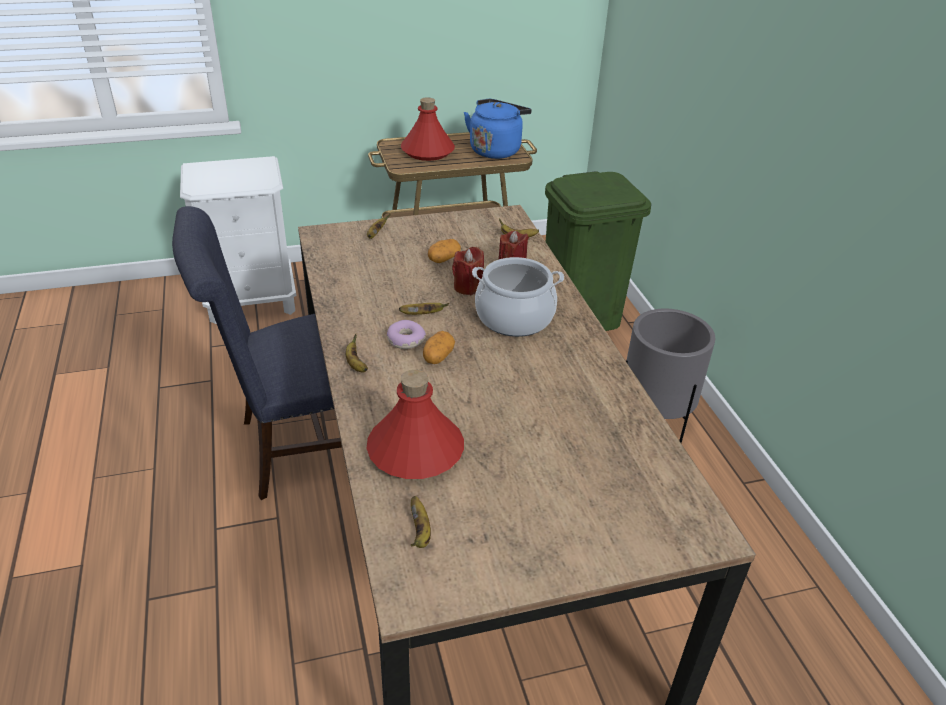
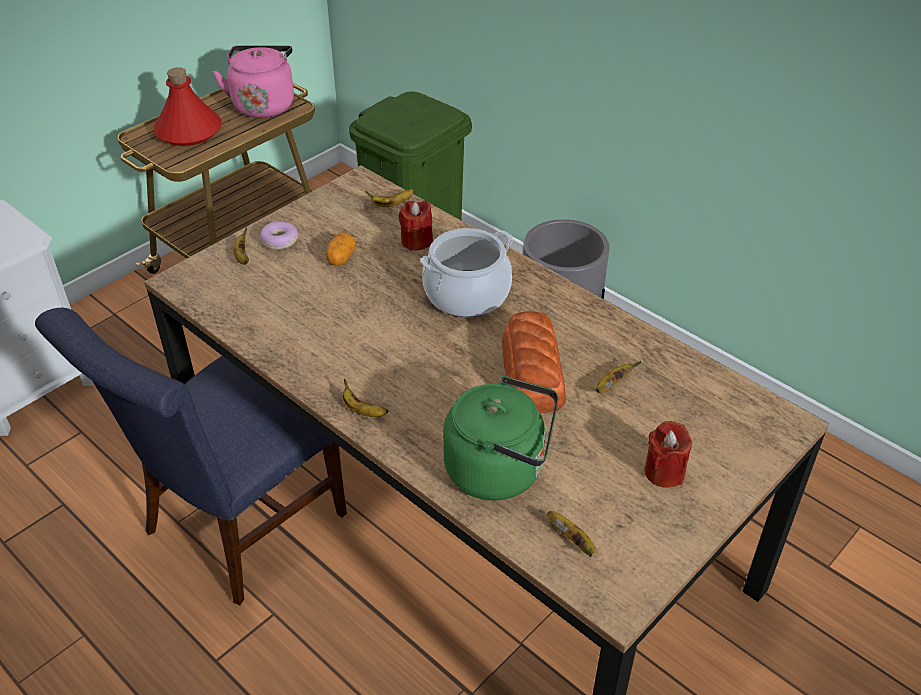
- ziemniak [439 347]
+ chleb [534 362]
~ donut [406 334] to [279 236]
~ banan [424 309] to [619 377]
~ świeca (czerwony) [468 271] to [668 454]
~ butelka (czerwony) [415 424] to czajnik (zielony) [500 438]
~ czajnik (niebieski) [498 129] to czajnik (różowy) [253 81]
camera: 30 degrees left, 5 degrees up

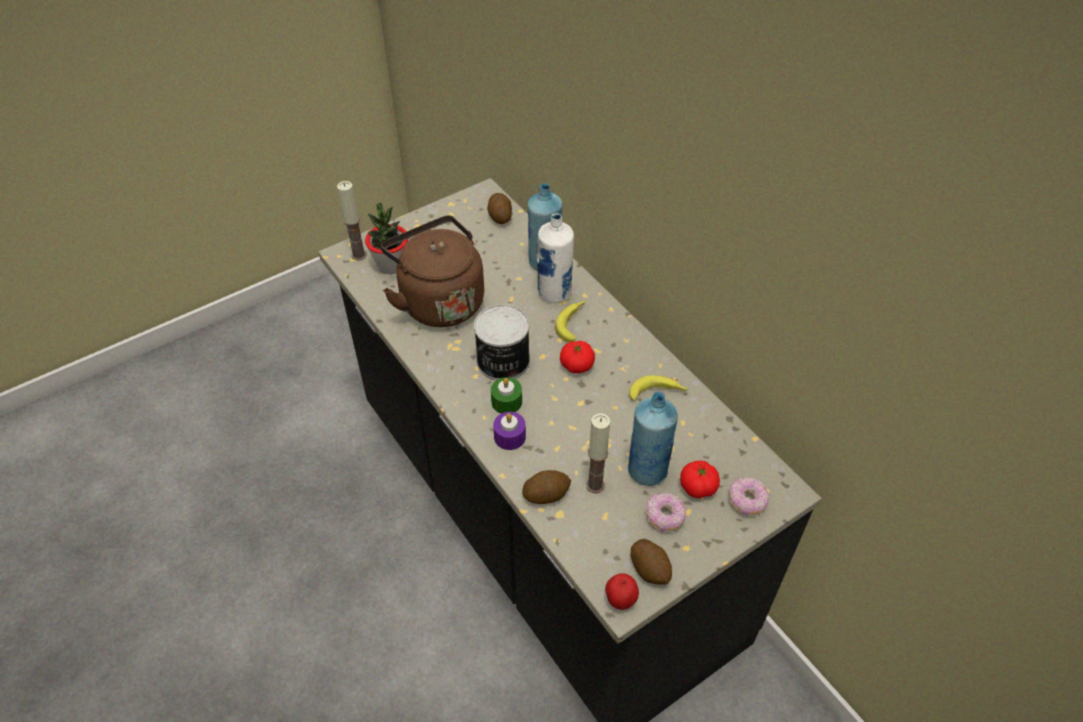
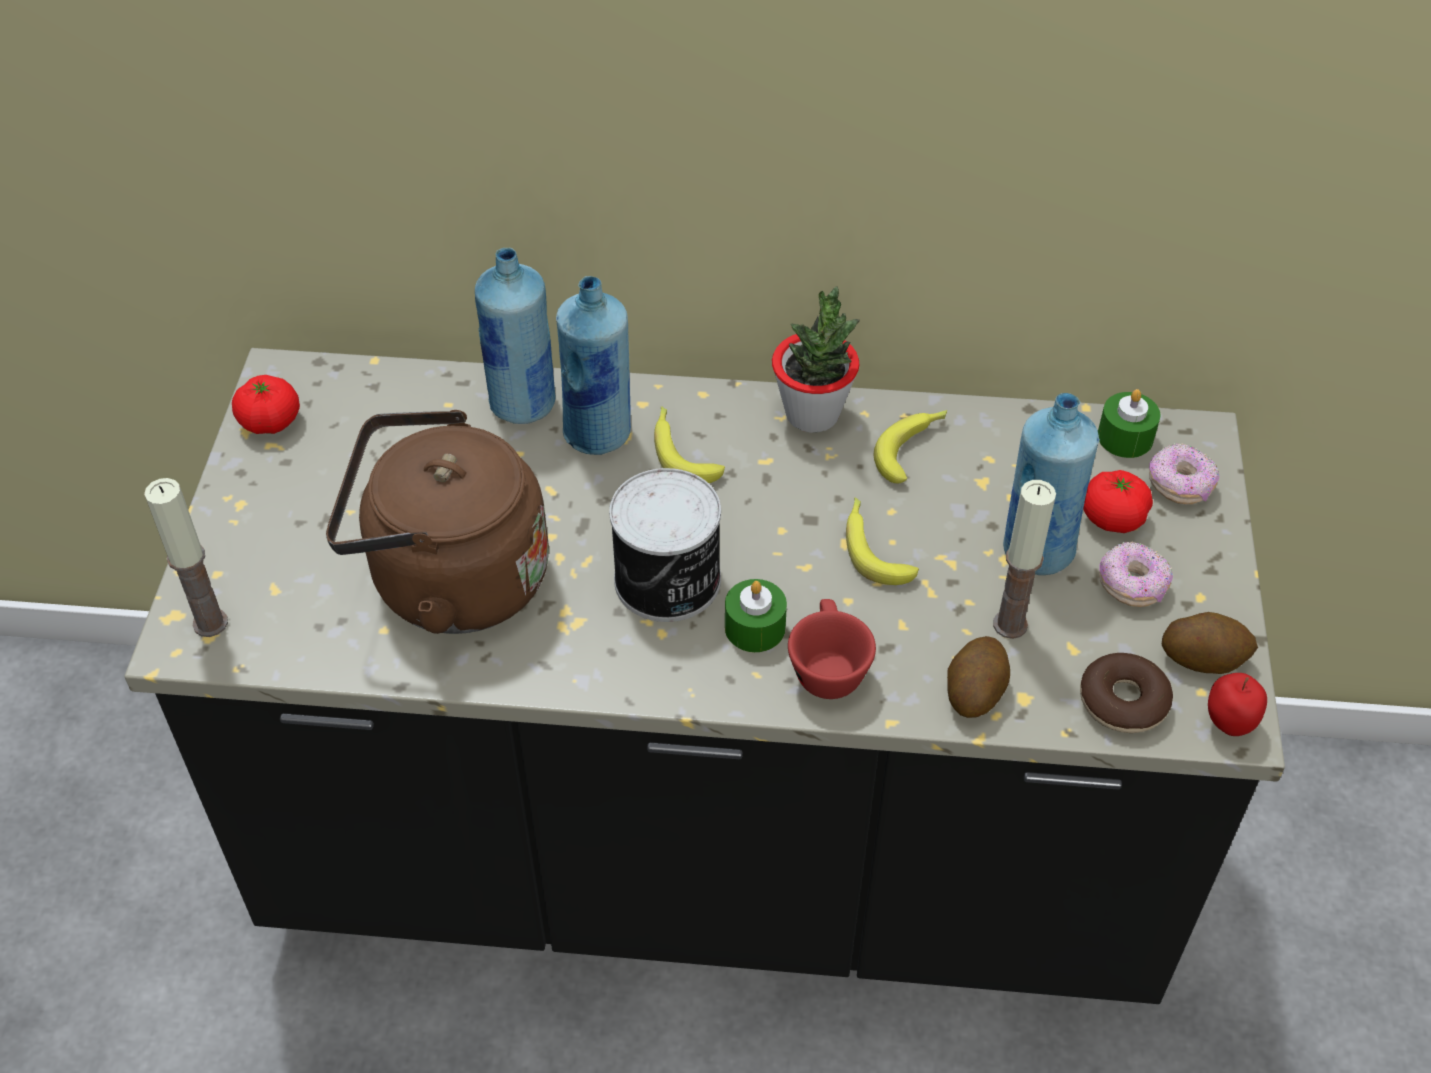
- ziemniak [499 208]
+ banan [882 541]
+ donut [1126 693]
+ świeca (zielony) [1129 423]
~ roślina doniczkowa [386 238] to [816 359]
~ pomidor [577 357] to [266 404]
~ świeca (fioletowy) [509 431] to filiżanka (czerwony) [832 649]
~ butelka (biały) [555 258] to butelka (niebieski) [593 365]
camera: 50 degrees left, 0 degrees up

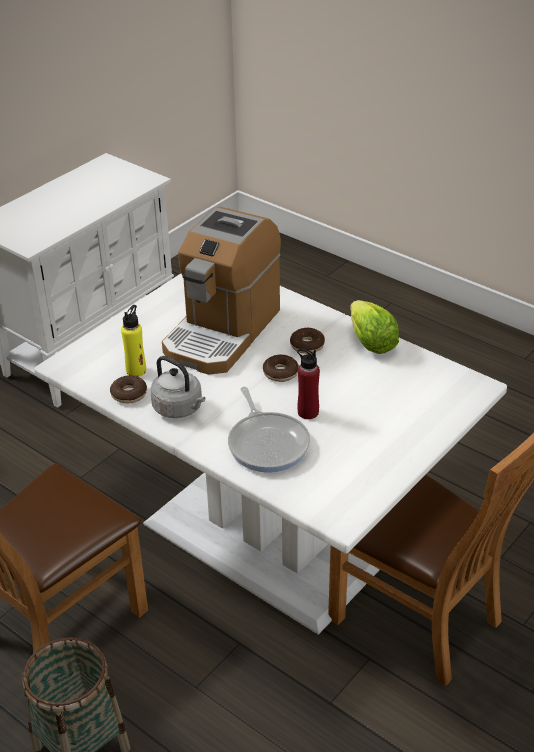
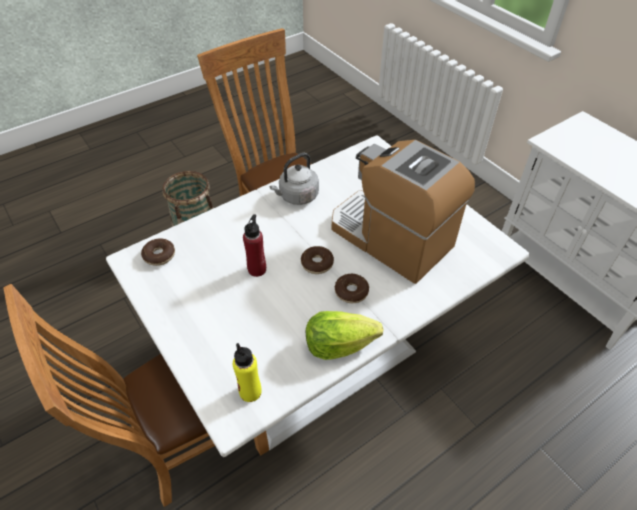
- patelnia [269 430]
~ donut [128 389] to [158 252]
~ butelka (żółty) [133 341] to [247 372]
camera: 105 degrees right, 10 degrees up

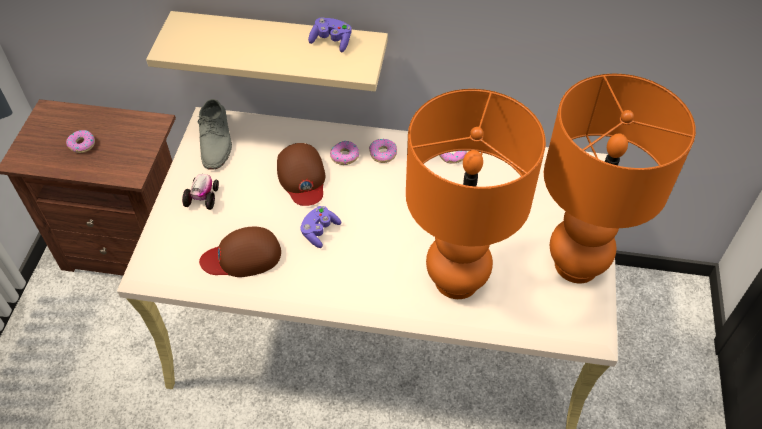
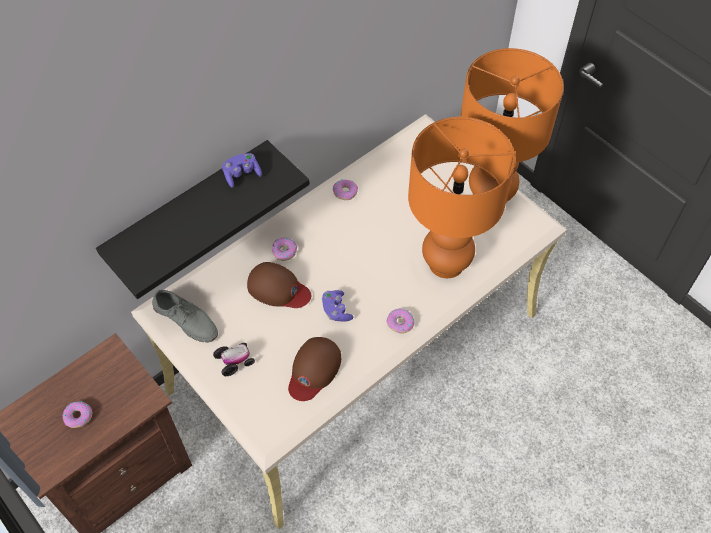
~ donut [383 151] to [400 321]
~ półka (beżowy) [267 51] to półka (czarny) [203 219]
~ samochodzik [200 192] = [234 359] 105 degrees clockwise
camera: 50 degrees left, 5 degrees up

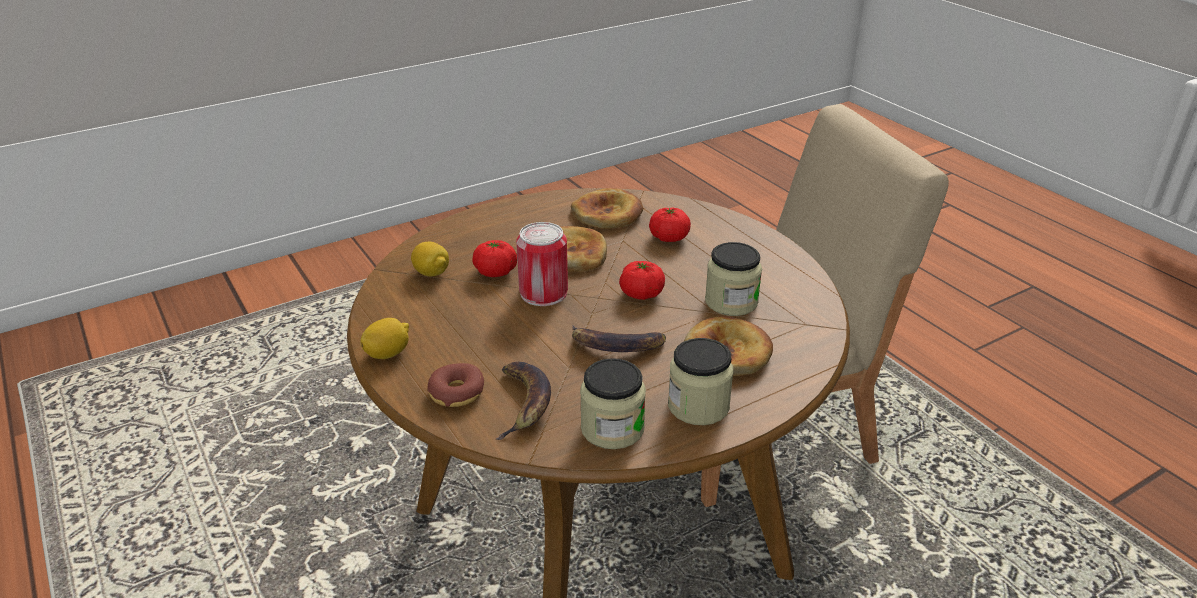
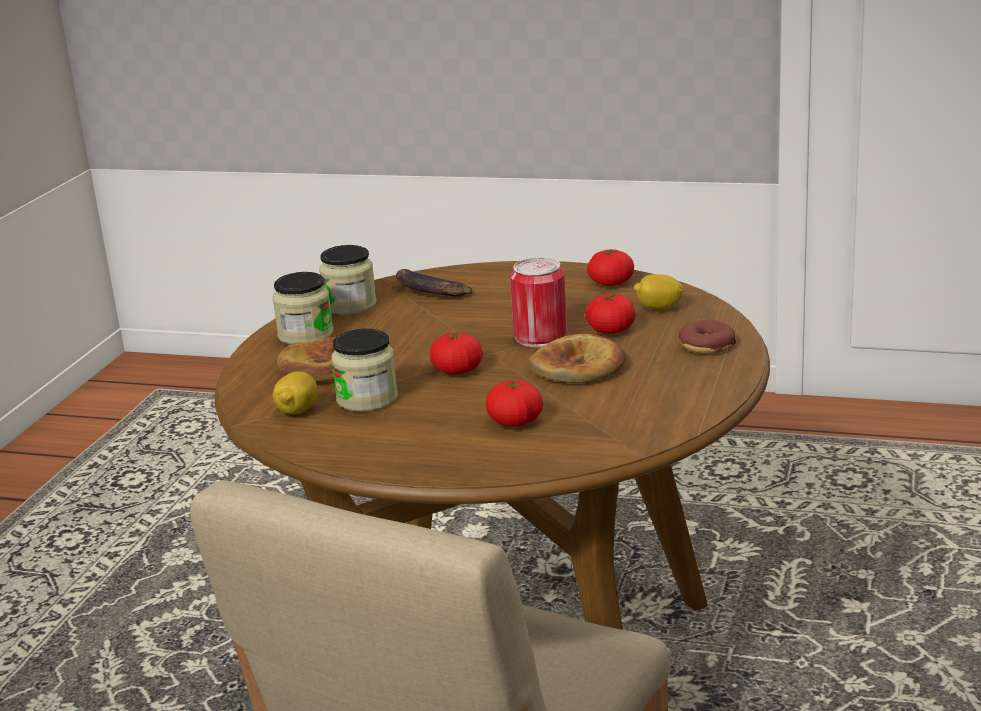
- chleb [607 208]
- banan [619 338]
+ pomidor [610 267]
~ cytryna [384 338] to [295 392]
~ donut [455 385] to [707 336]
camera: 140 degrees right, 10 degrees down

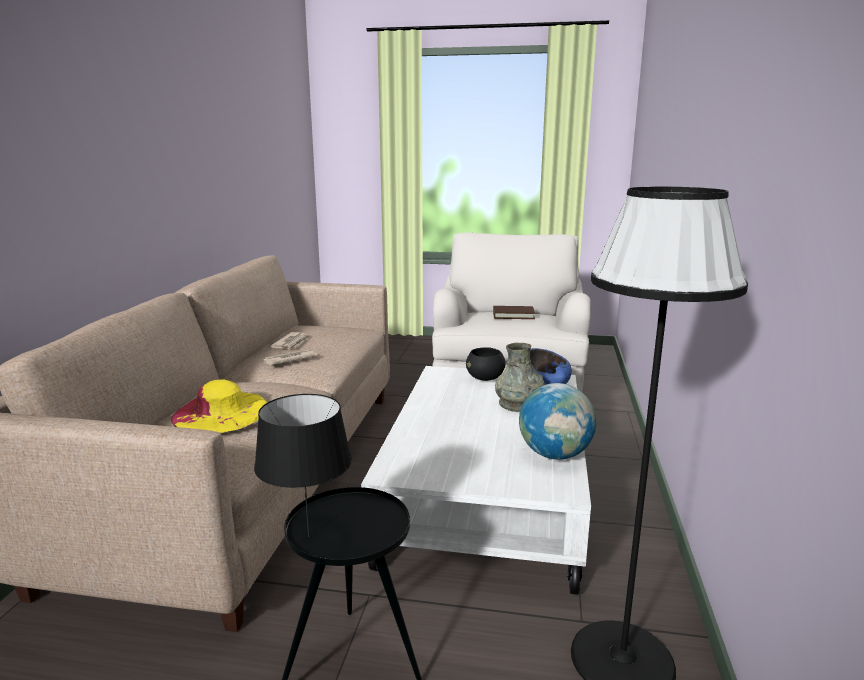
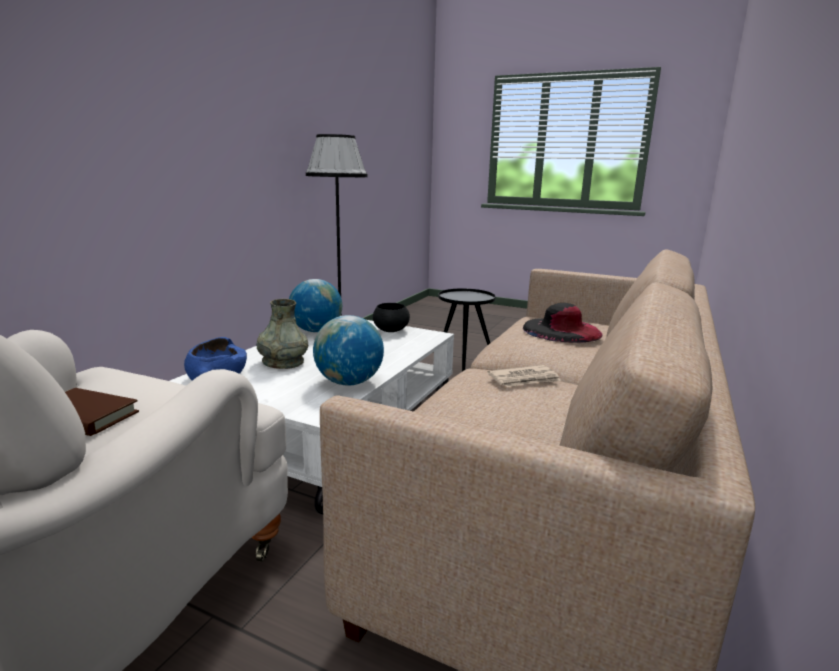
- lampa stołowa (czarny) [303 465]
- gazeta [290 340]
+ globus [348 350]
~ miska (czarny) [486 364] to [391 317]
~ kapelusz (żółty) [219 406] to kapelusz (czarny) [563 323]
camera: 165 degrees left, 0 degrees up

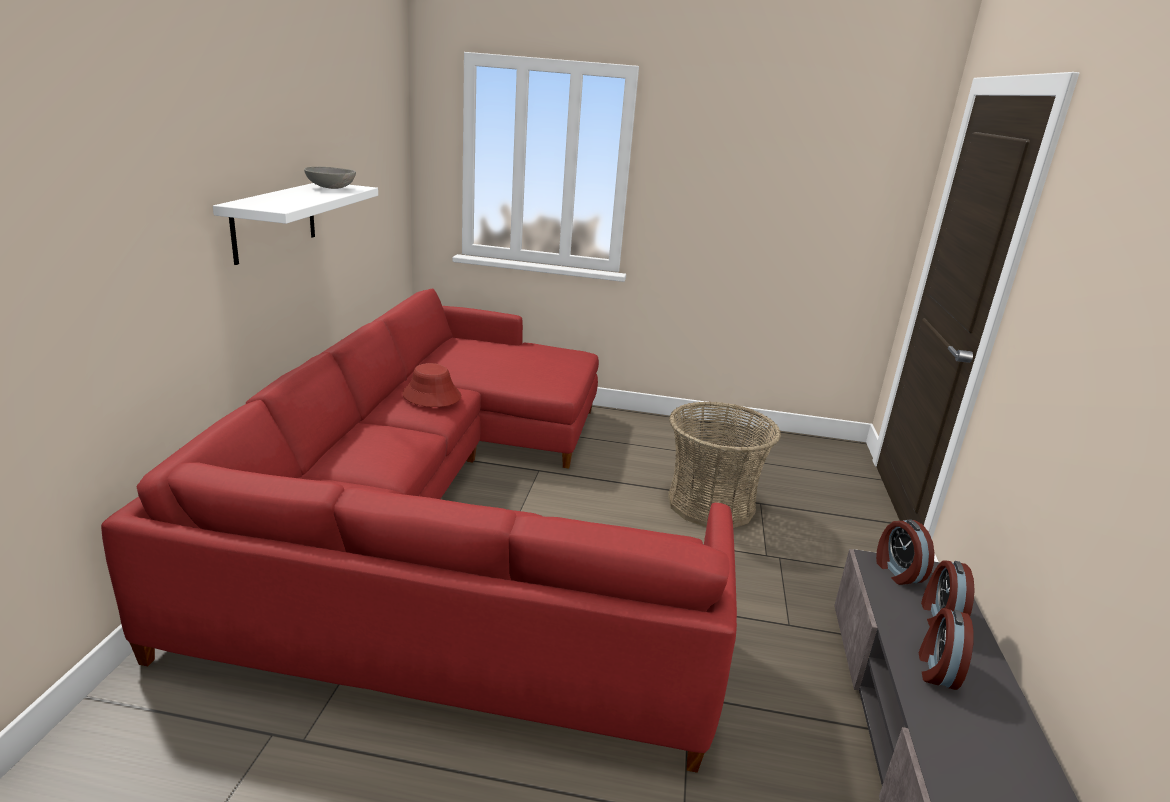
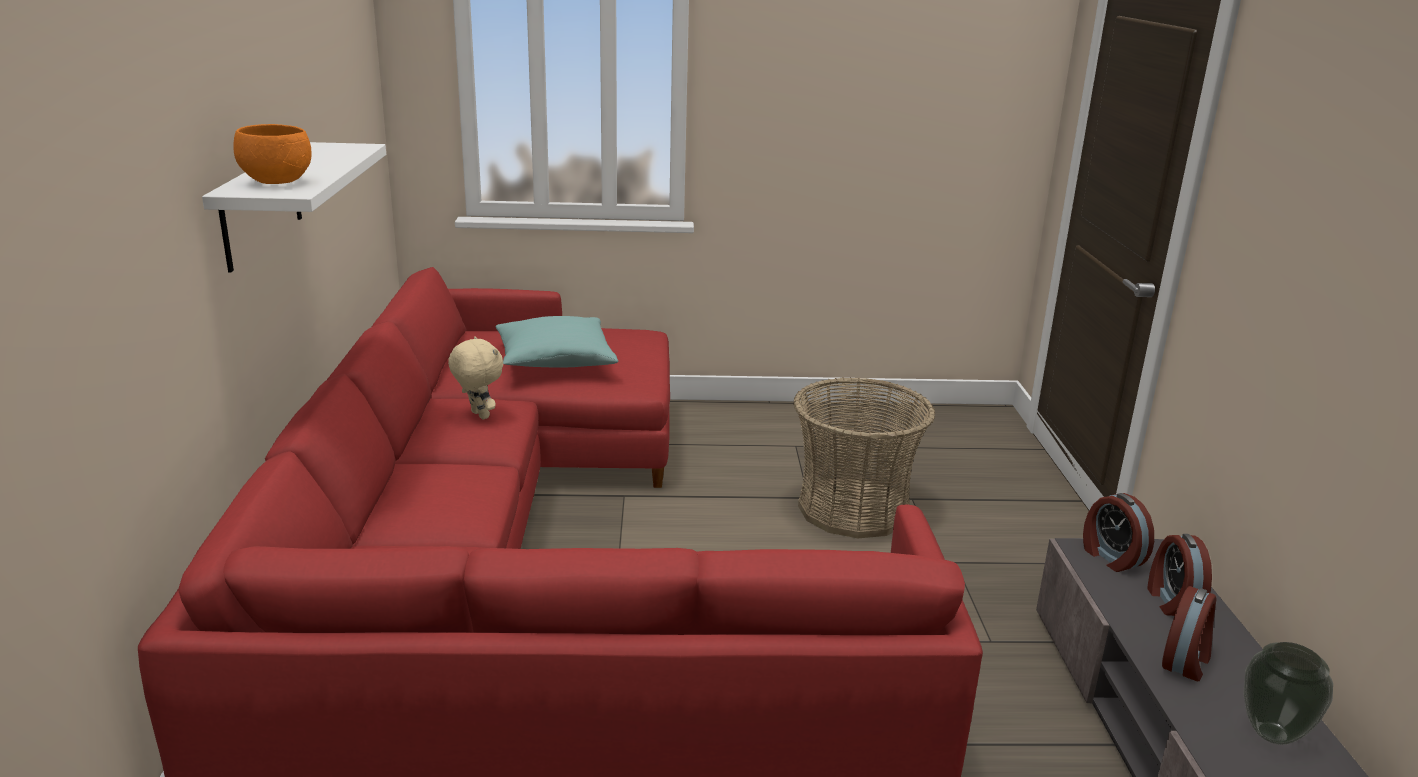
- miska (szary) [330 178]
+ miska (pomarańczowy) [272 154]
+ poduszka (turkusowy) [557 342]
+ wazon [1288 693]
~ kapelusz (czerwony) [431 385] to pluszak (beżowy) [475 377]
~ budzik [946 649] = [1189 633] 150 degrees counterclockwise
camera: 10 degrees left, 0 degrees up

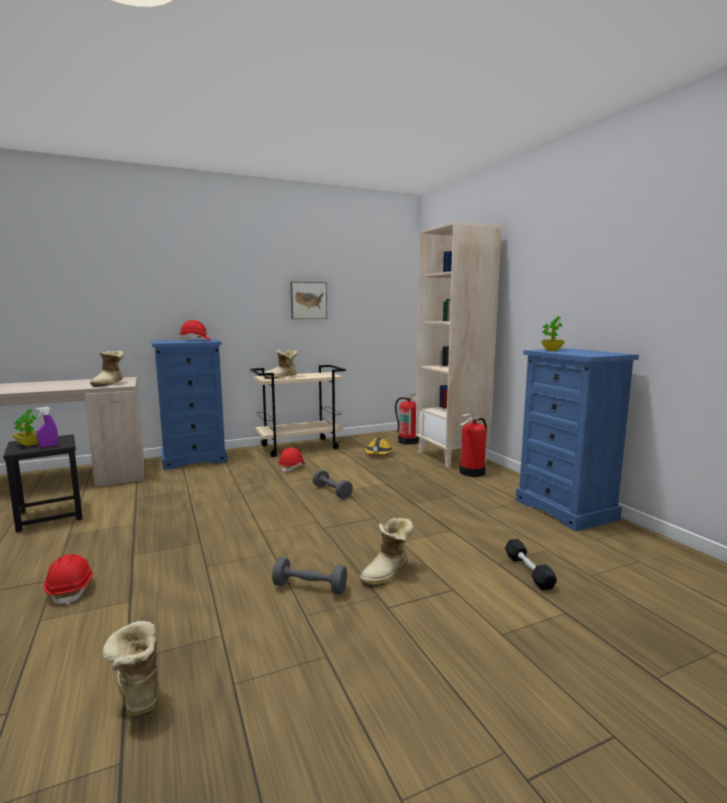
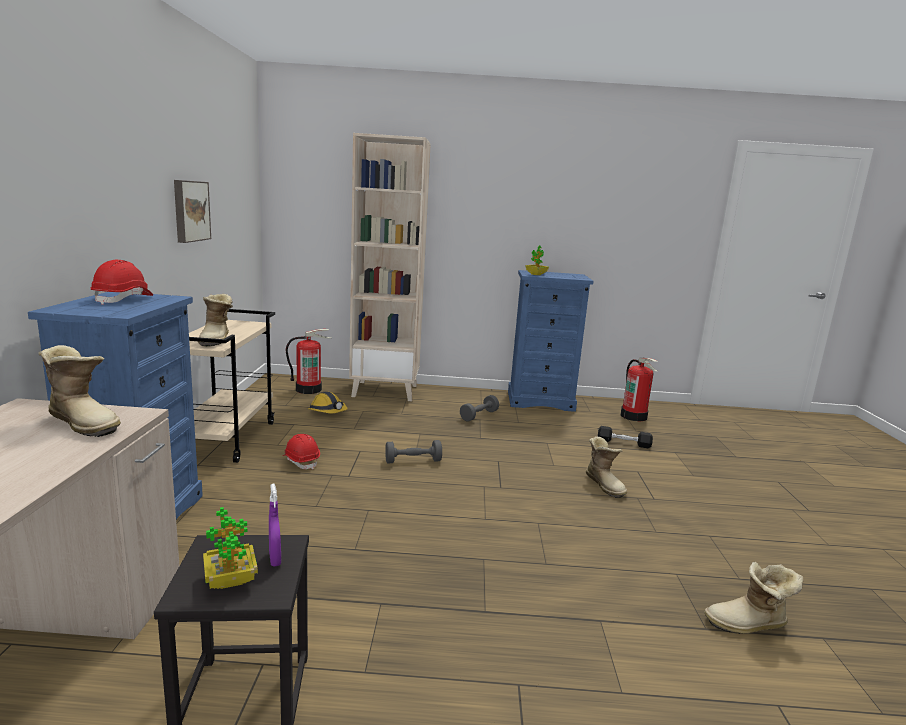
- kask (czerwony) [68 579]
~ hantel (szary) [309 576] to [479 408]
~ gaśnica [473 445] to [639 389]
camera: 65 degrees left, 5 degrees up

